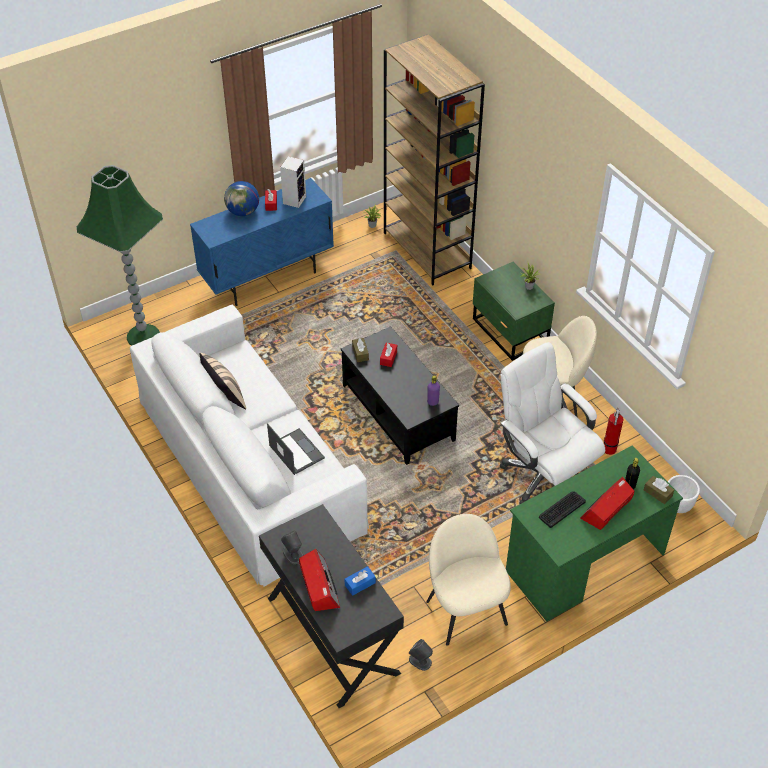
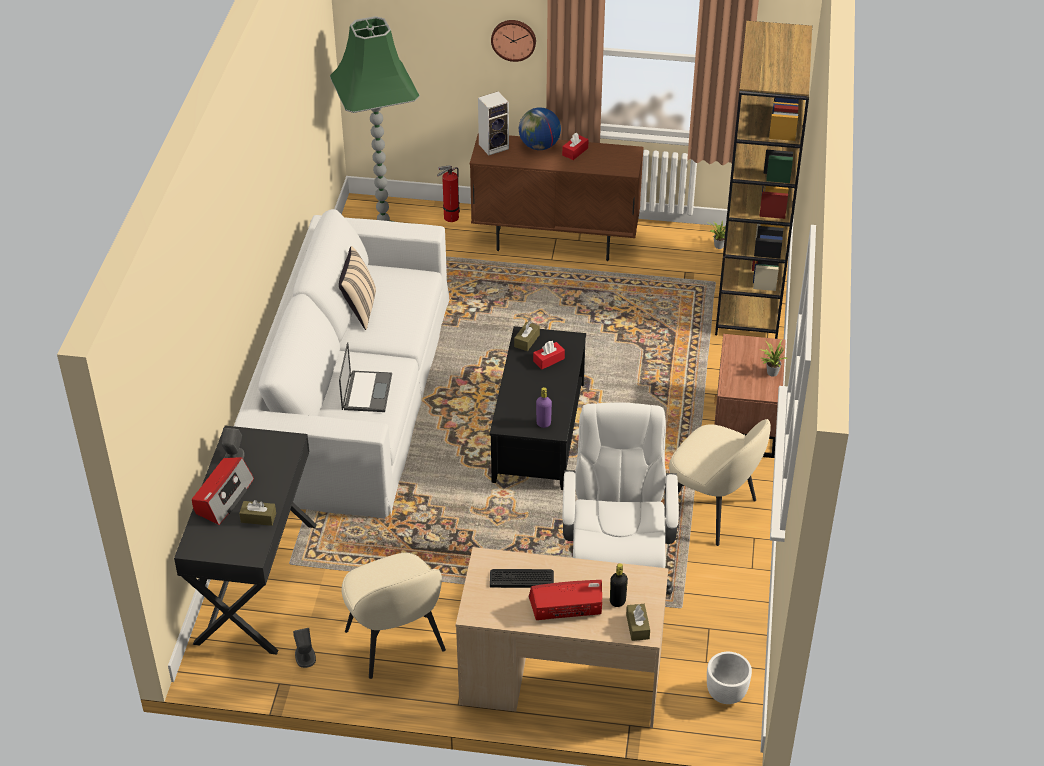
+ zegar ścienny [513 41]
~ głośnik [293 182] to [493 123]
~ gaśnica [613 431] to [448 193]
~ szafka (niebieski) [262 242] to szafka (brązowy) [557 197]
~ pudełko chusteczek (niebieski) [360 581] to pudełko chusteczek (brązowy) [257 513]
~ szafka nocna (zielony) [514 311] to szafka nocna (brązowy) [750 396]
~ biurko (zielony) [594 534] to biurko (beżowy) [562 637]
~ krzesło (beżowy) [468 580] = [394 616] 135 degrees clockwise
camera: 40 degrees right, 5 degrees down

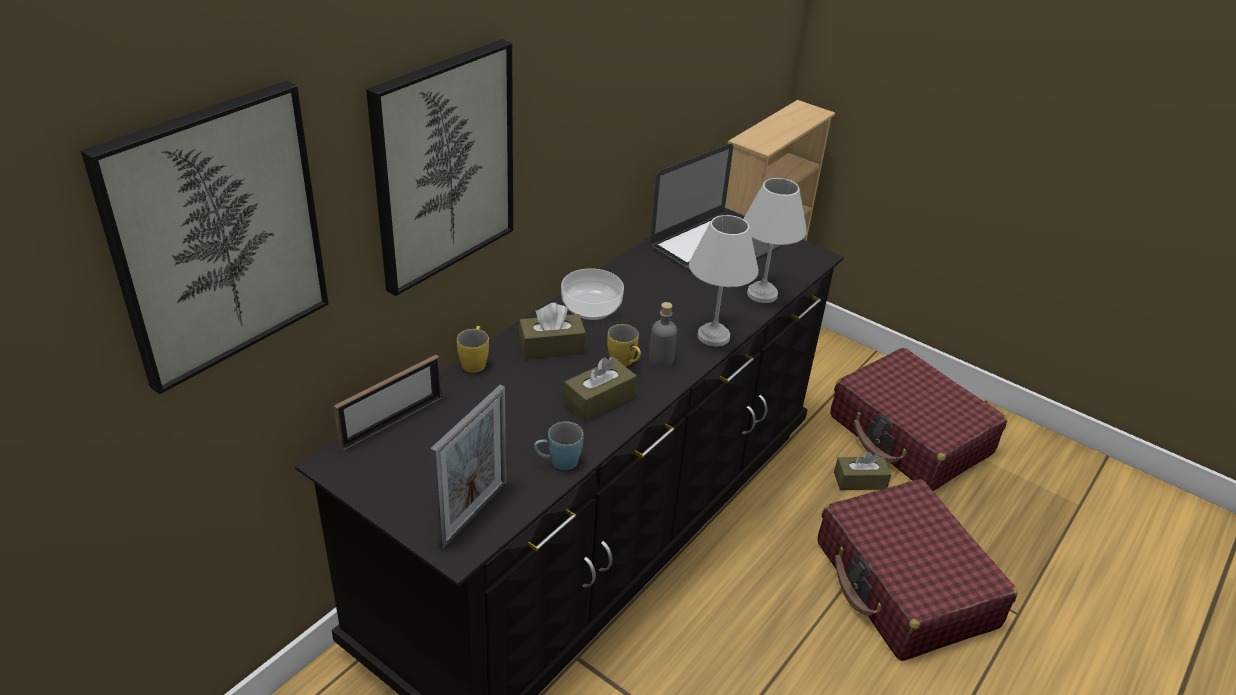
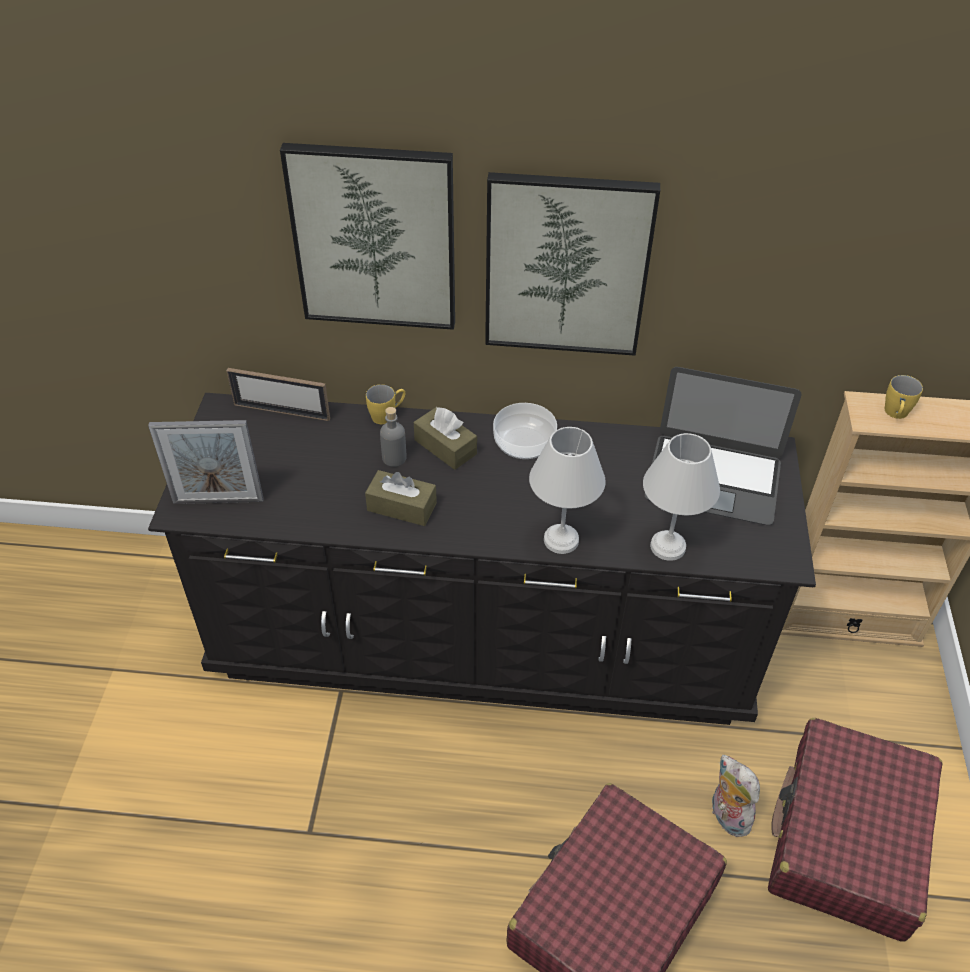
- kubek (niebieski) [558 445]
~ obraz [204 237] to [572 264]
~ kubek (żółty) [624 345] to [904 397]
~ butelka (szary) [663 335] to [393 437]
~ pudełko chusteczek (brązowy) [863 471] to pluszak [736 796]
camera: 60 degrees right, 10 degrees up

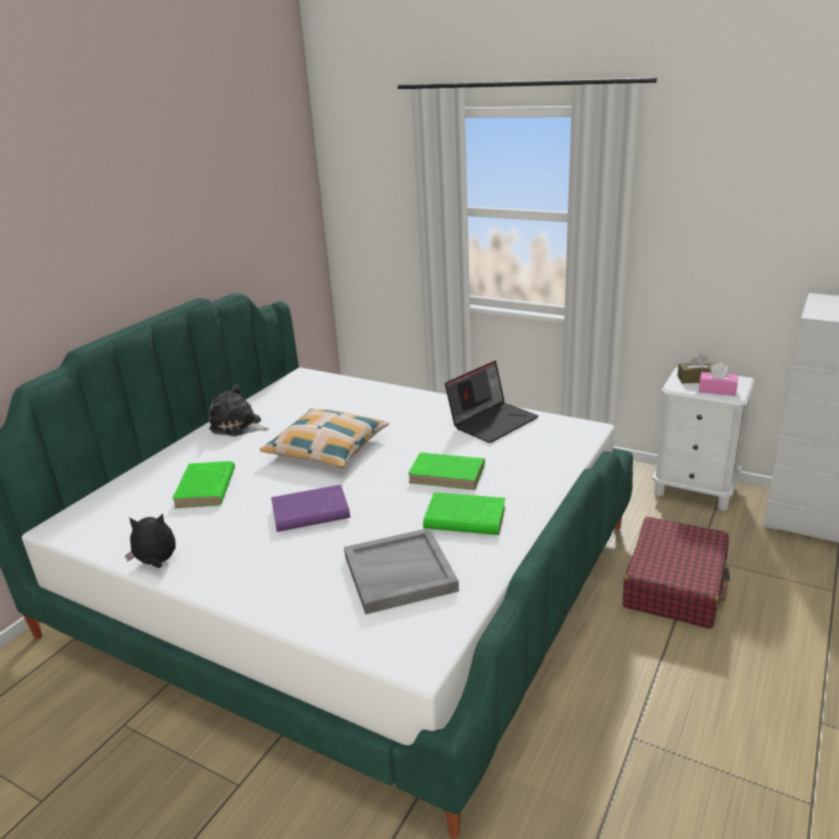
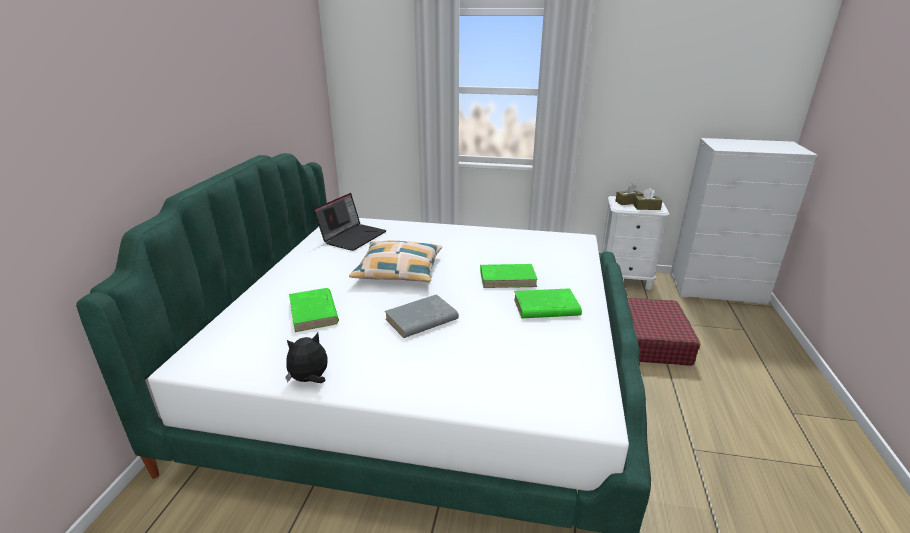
- pluszak [239 411]
- taca (szary) [401 571]
~ laptop [491 402] to [350 222]
~ książka (fioletowy) [310 508] to książka (szary) [422 316]
~ pudełko chusteczek (różowy) [718 379] to pudełko chusteczek (brązowy) [648 199]
camera: 20 degrees left, 0 degrees up

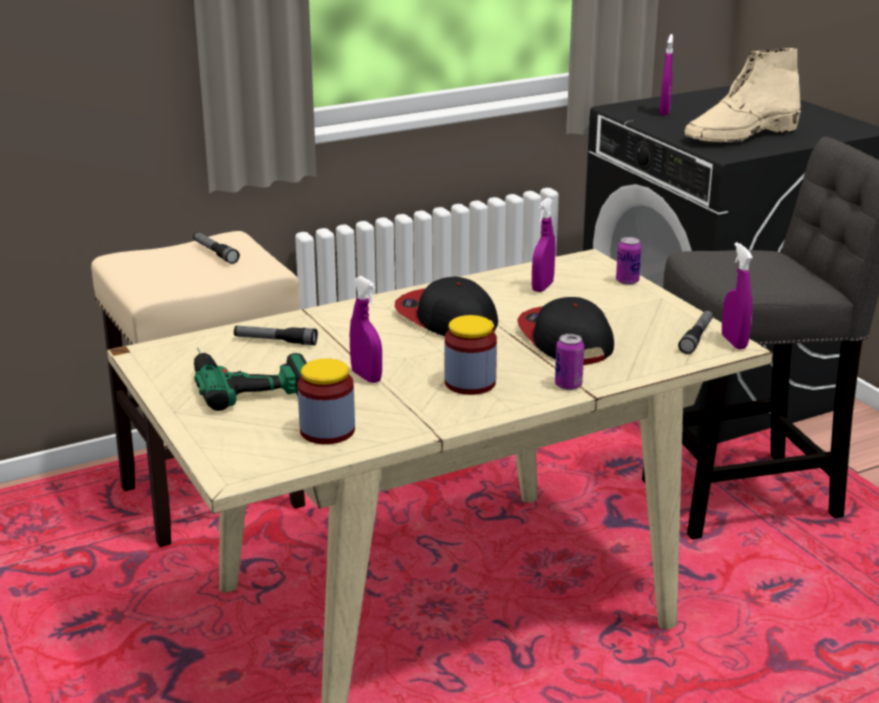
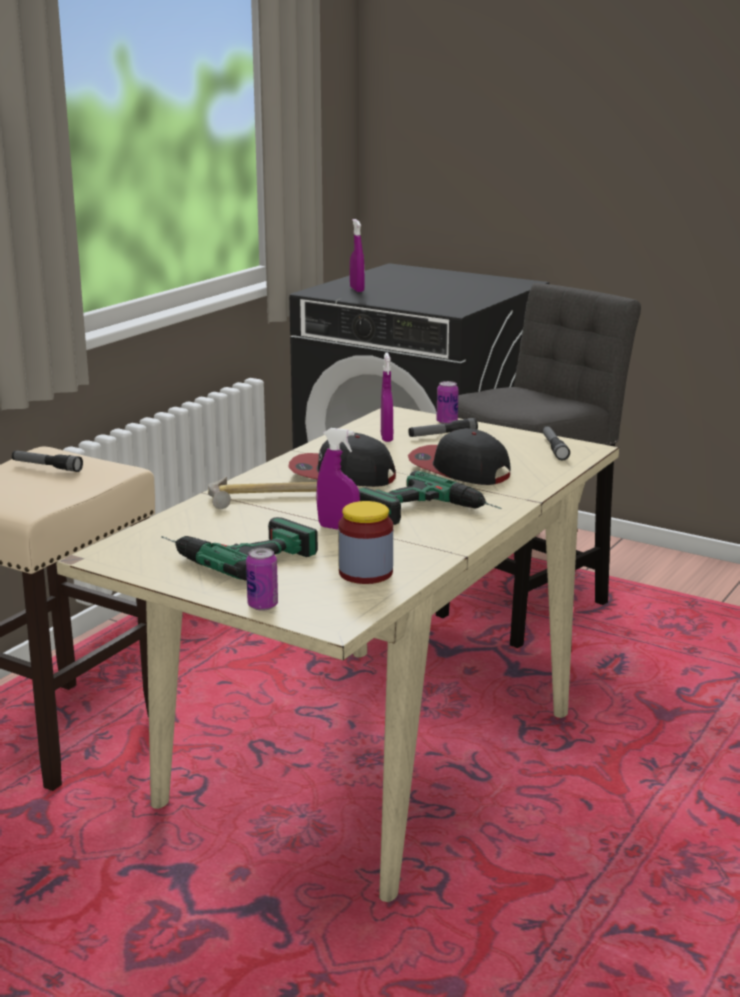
- but z cholewką (beżowy) [742 95]
- spryskiwacz (fioletowy) [737 295]
+ młotek [262 493]
~ latarka [276 335] to [443 427]
~ puszka [569 362] to [262 579]
~ słoik [470 355] to wiertarka [430 498]
camera: 30 degrees left, 5 degrees down

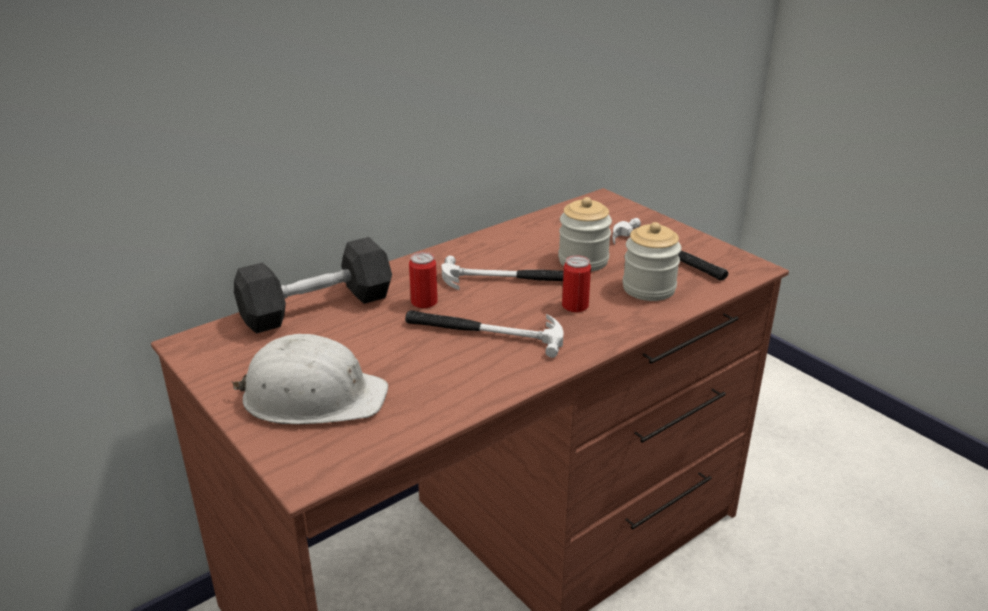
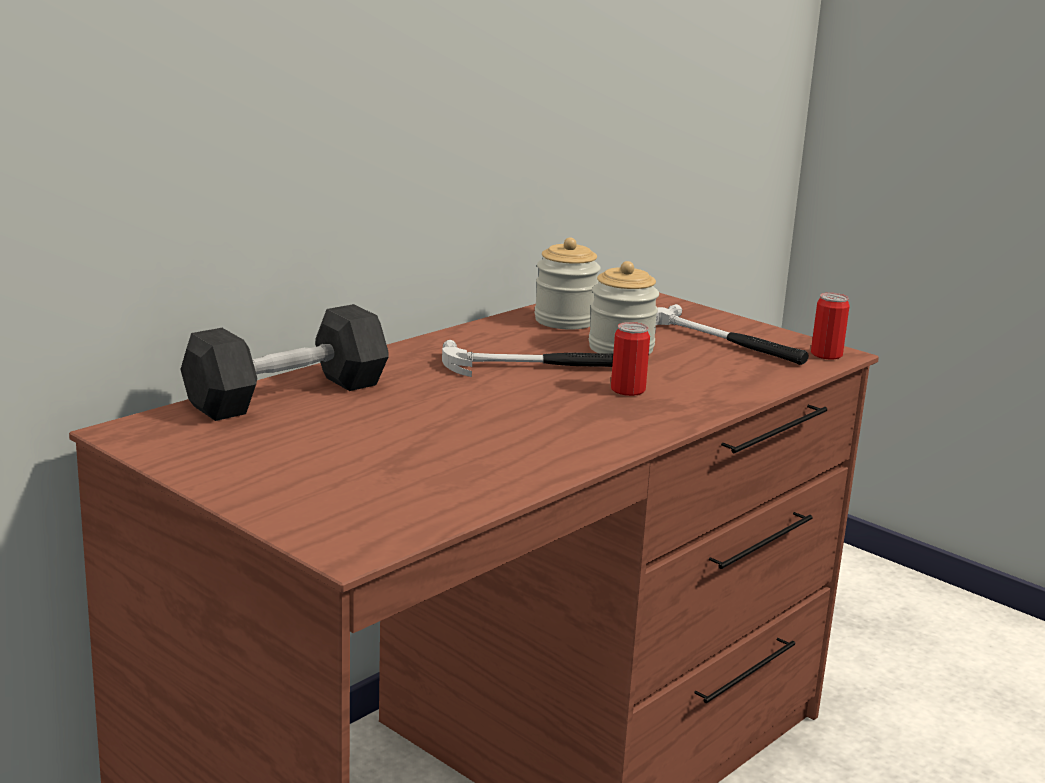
- kask (biały) [310 379]
- młotek [484 334]
~ puszka [423 280] to [830 326]
~ słoik [652 261] to [567 284]
camera: 10 degrees left, 10 degrees down

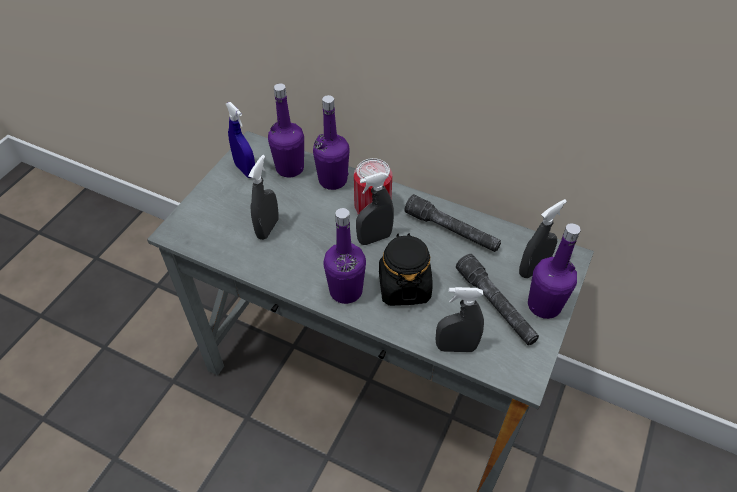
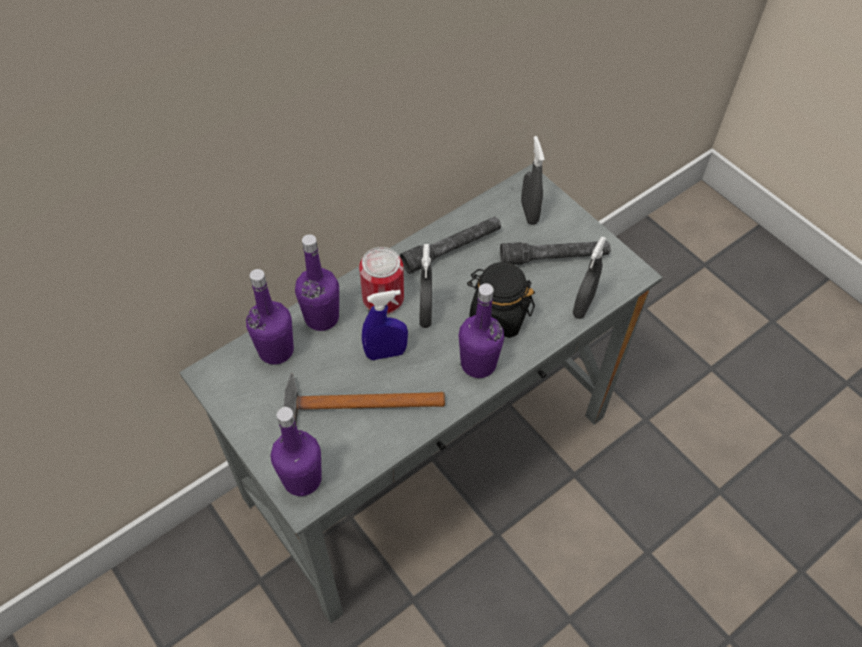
~ spryskiwacz (niebieski) [240 140] to [385 325]
~ butelka (fioletowy) [554 271] to [296 451]
~ spryskiwacz (szary) [263 197] to młotek [364 399]
camera: 65 degrees left, 5 degrees up

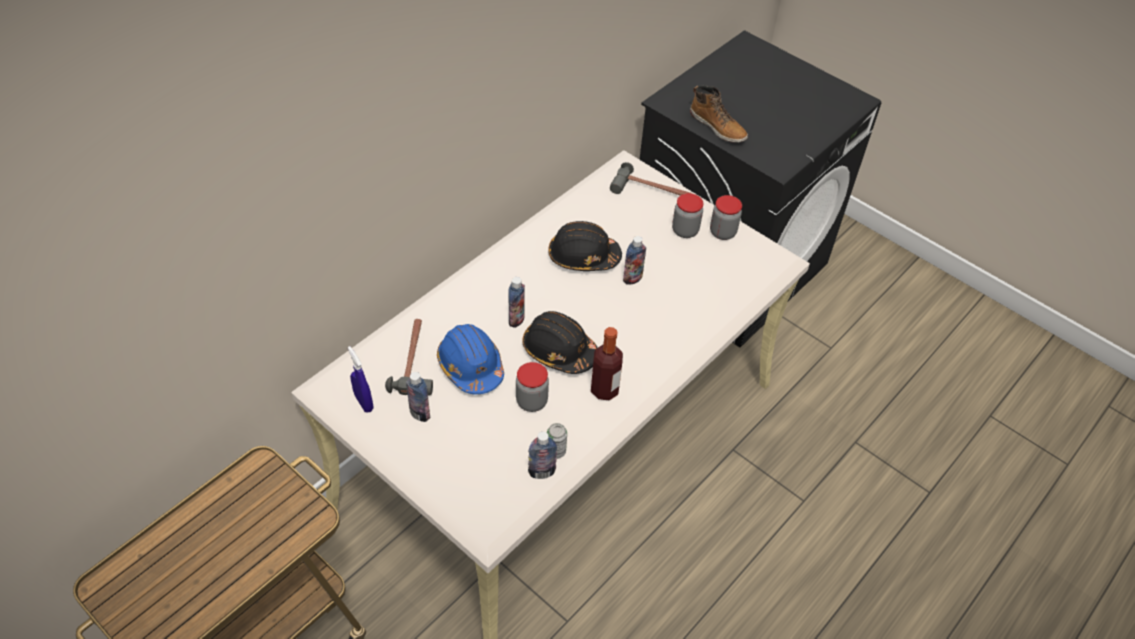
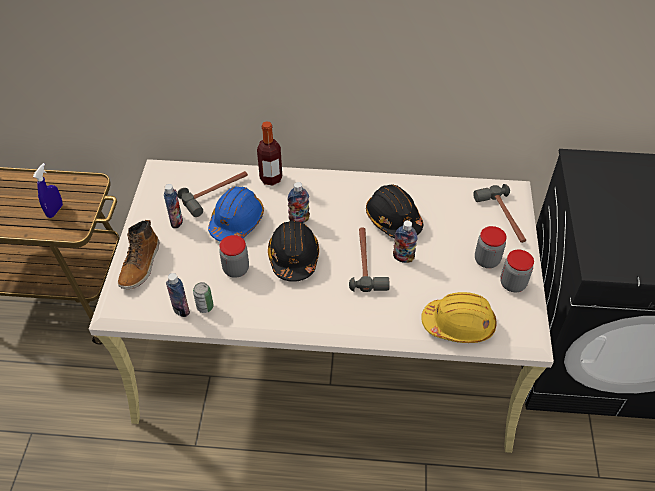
+ młotek [369 259]
+ kask (żółty) [459 317]
~ spryskiwacz (niebieski) [360 379] to [48 190]
~ butelka [607 363] to [269 153]
~ but z cholewką [719 114] to [138 254]
camera: 55 degrees right, 0 degrees up

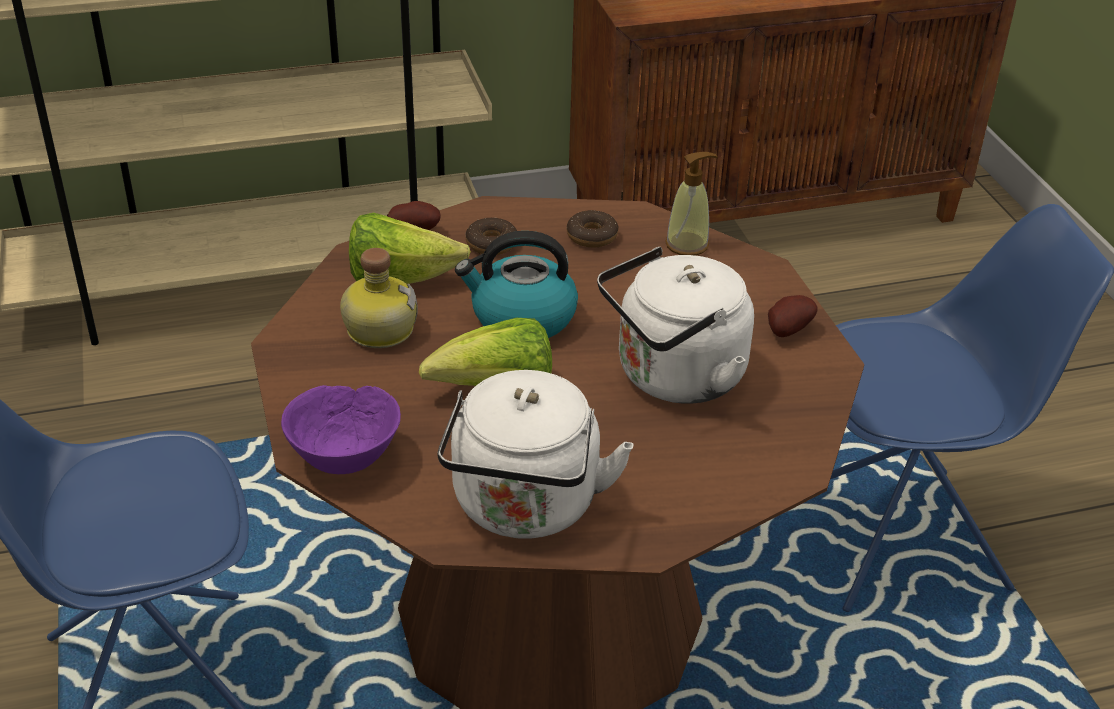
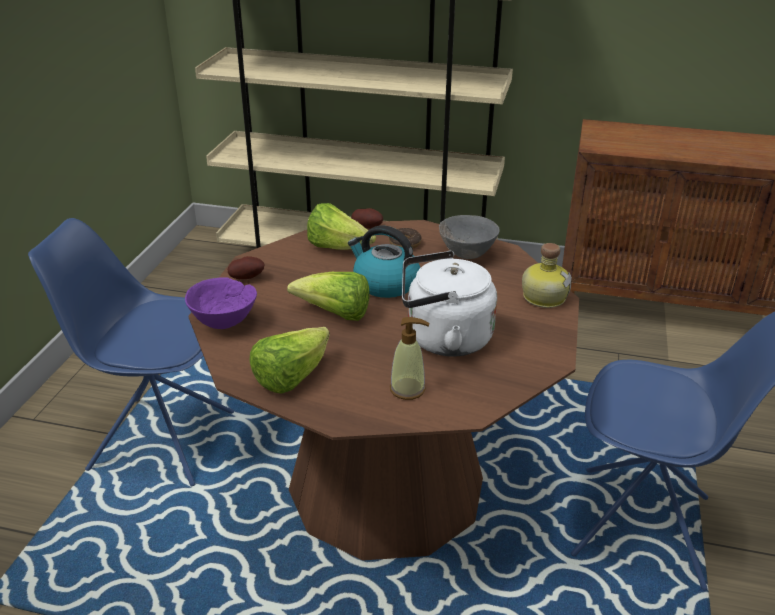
~ butelka [378 298] to [547 275]
~ dozownik mydła [691 204] to [409 358]
~ ziemniak [793 316] to [246 267]
~ czajnik (biały) [535 454] to sałata [290 360]
~ donut [593 228] to miska (szary) [469 237]
camera: 30 degrees right, 5 degrees down

